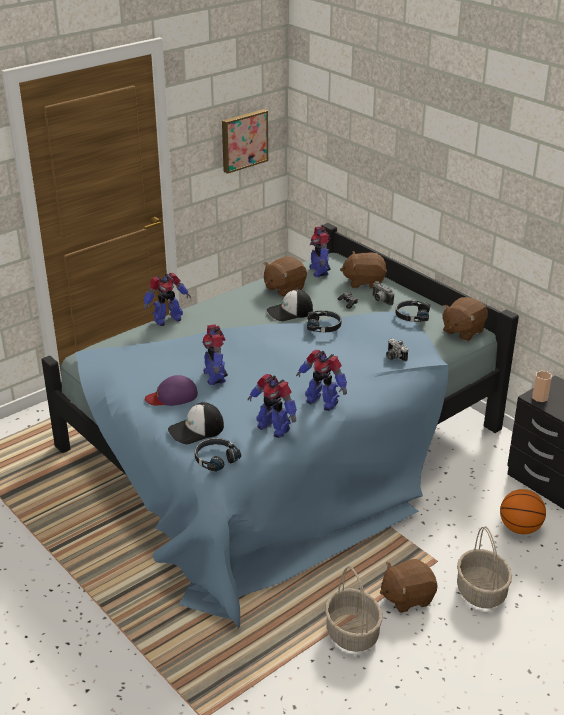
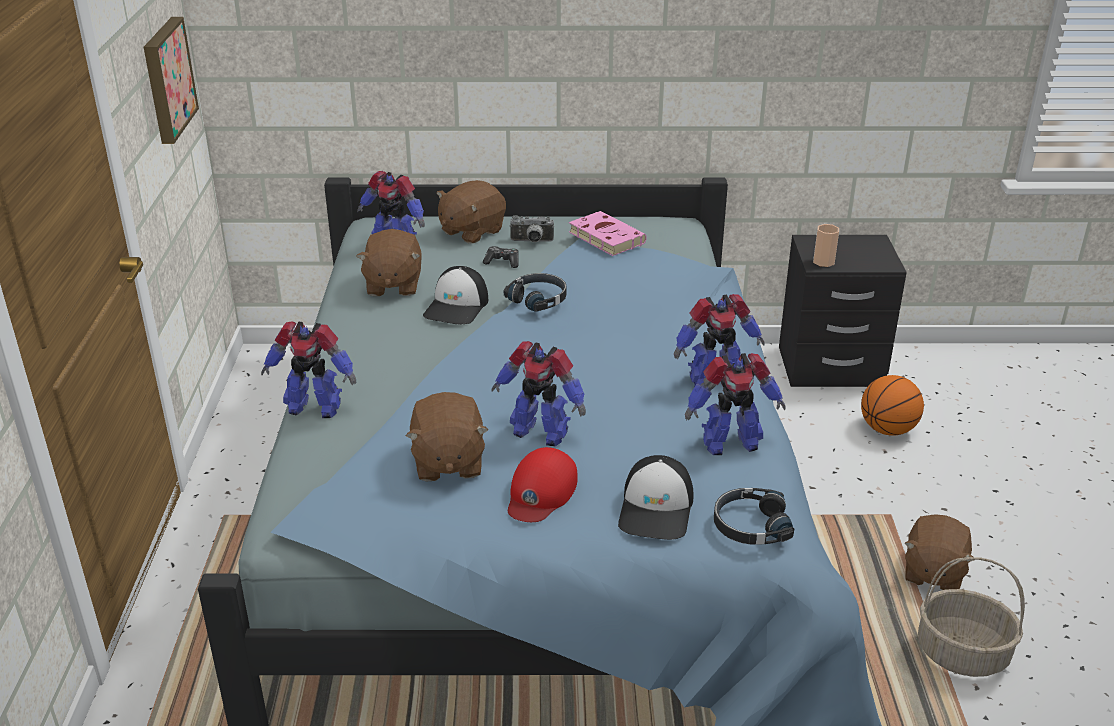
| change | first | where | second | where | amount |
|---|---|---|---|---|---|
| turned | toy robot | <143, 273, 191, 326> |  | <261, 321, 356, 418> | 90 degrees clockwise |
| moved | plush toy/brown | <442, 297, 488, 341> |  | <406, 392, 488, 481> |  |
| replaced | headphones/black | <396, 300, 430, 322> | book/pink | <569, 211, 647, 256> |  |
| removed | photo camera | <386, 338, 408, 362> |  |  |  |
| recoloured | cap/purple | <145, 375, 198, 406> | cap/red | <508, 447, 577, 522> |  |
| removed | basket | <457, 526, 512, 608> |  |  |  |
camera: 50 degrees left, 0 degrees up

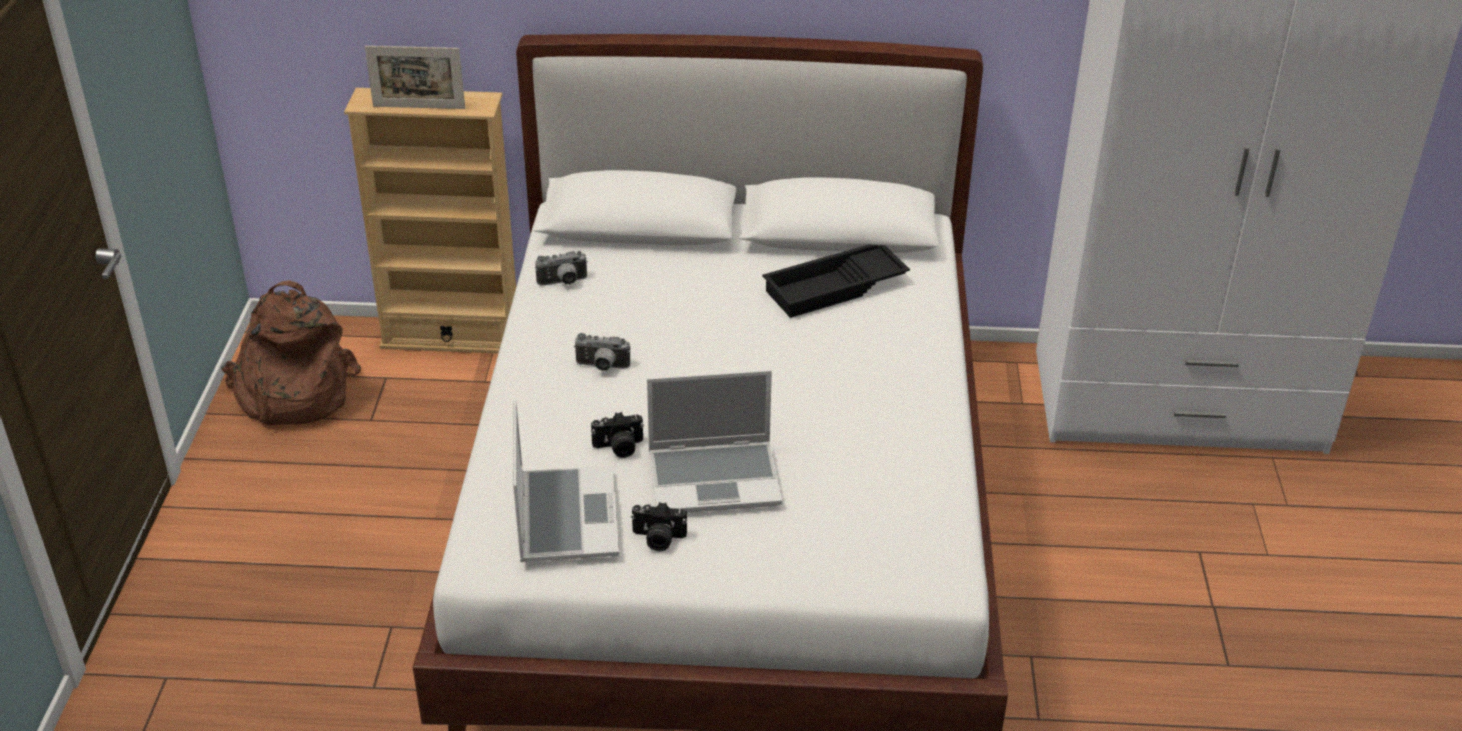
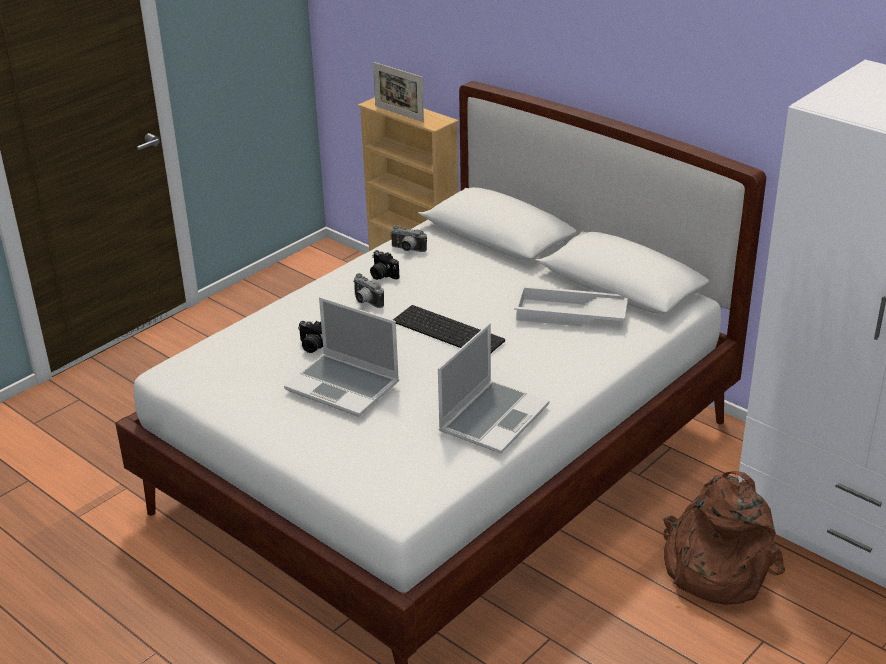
| change | first | where | second | where | amount |
|---|---|---|---|---|---|
| recoloured | tray/black | <762, 245, 910, 318> | tray/white | <514, 286, 628, 326> |  |
| moved | backpack/brown | <221, 280, 361, 425> |  | <664, 471, 785, 605> |  |
| moved | laptop | <513, 400, 619, 562> |  | <438, 323, 549, 454> |  |
| moved | photo camera | <631, 502, 687, 551> |  | <370, 250, 400, 280> |  |
| added |  |  | keyboard | <393, 305, 505, 353> |  |
camera: 40 degrees right, 5 degrees down

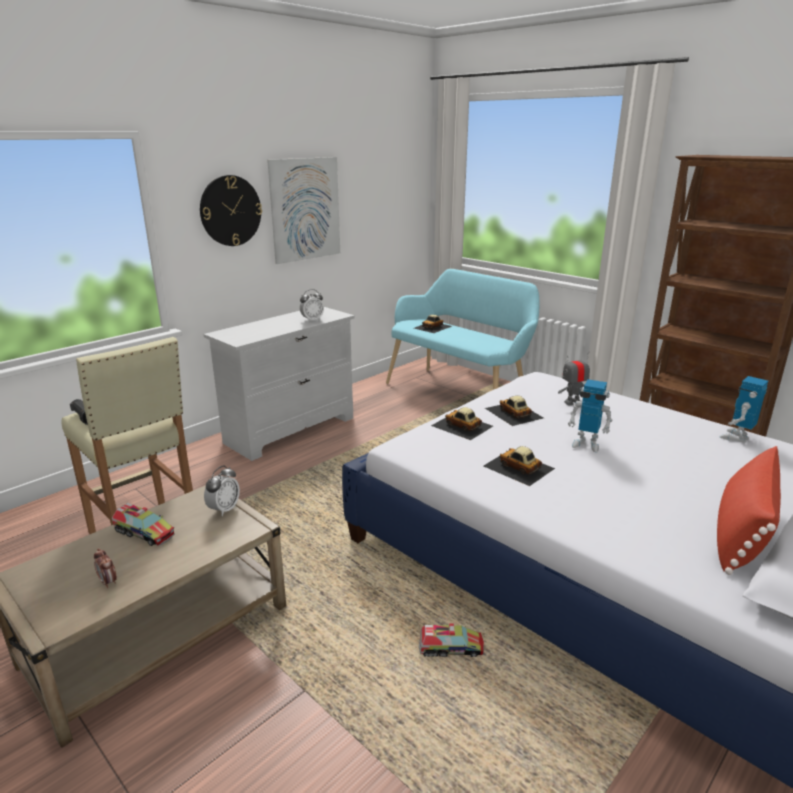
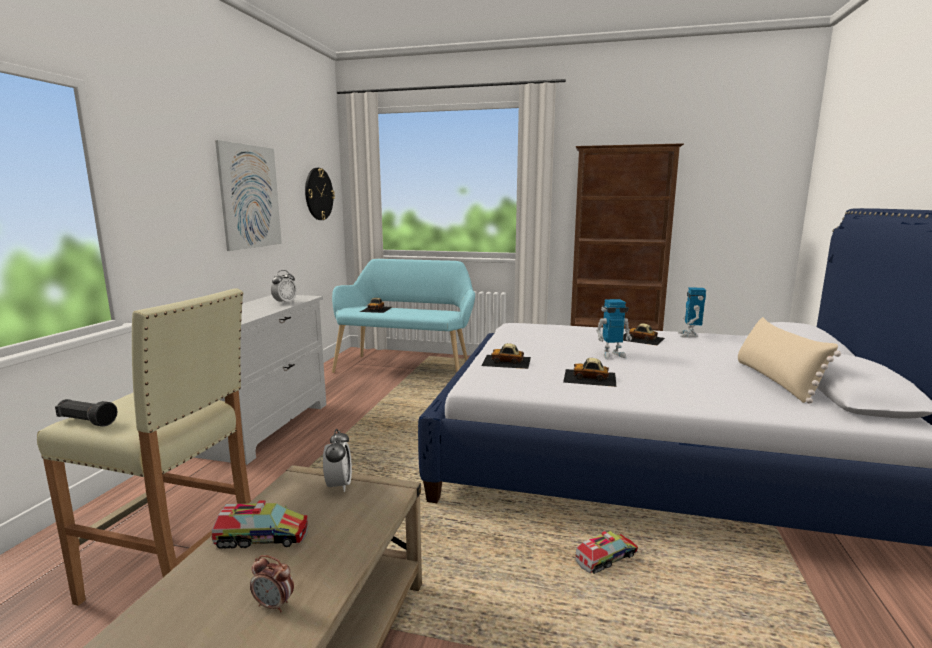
| change | first | where | second | where | amount |
|---|---|---|---|---|---|
| moved | wall clock | <200, 175, 262, 246> |  | <305, 168, 335, 220> |  |
| removed | toy robot | <558, 351, 590, 406> |  |  |  |
| moved | toy car | <485, 396, 543, 426> |  | <623, 323, 665, 345> |  |
| recoloured | pillow/red | <717, 446, 781, 575> | pillow/beige | <738, 317, 841, 403> |  |
camera: 30 degrees left, 10 degrees down

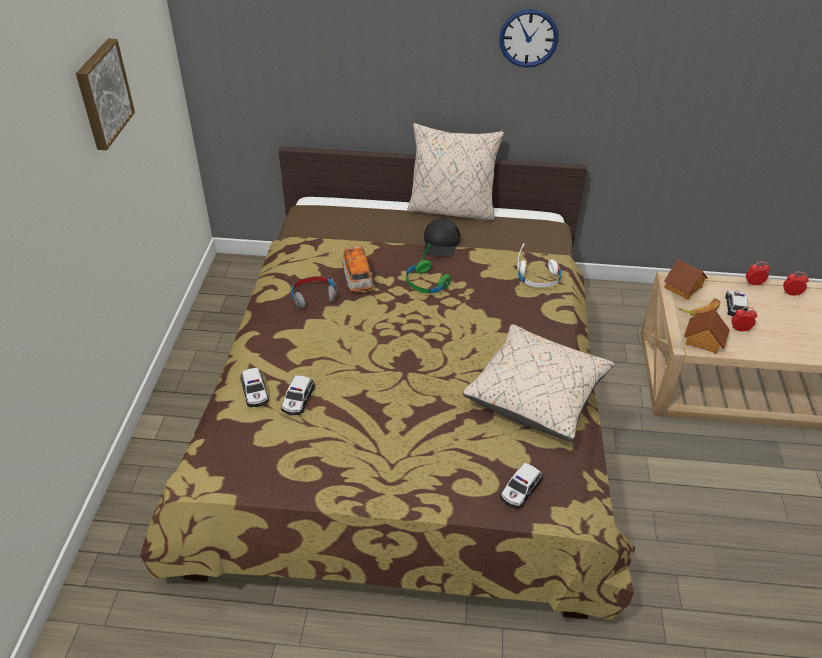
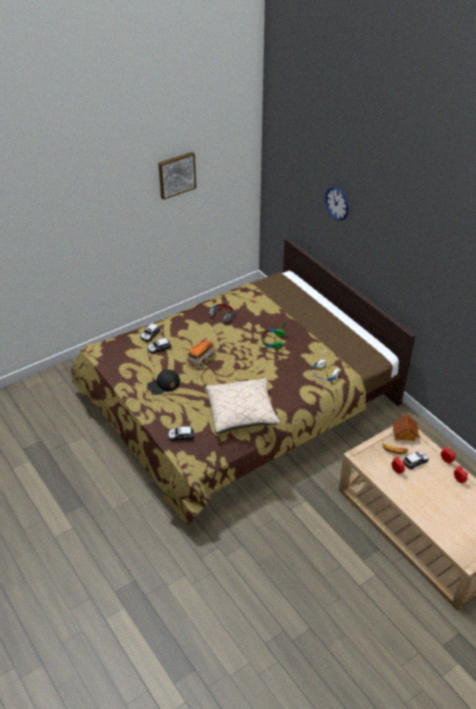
| change | first | where | second | where | amount |
|---|---|---|---|---|---|
| moved | wall clock | <499, 9, 558, 68> |  | <325, 187, 349, 221> |  |
| removed | pillow/beige | <408, 123, 504, 221> |  |  |  |
| moved | cap/black | <424, 218, 461, 257> |  | <147, 369, 180, 395> |  |
| moved | toy car | <342, 246, 373, 292> |  | <187, 339, 215, 366> |  |
| removed | toy house | <684, 309, 730, 354> |  |  |  |
camera: 50 degrees right, 0 degrees up

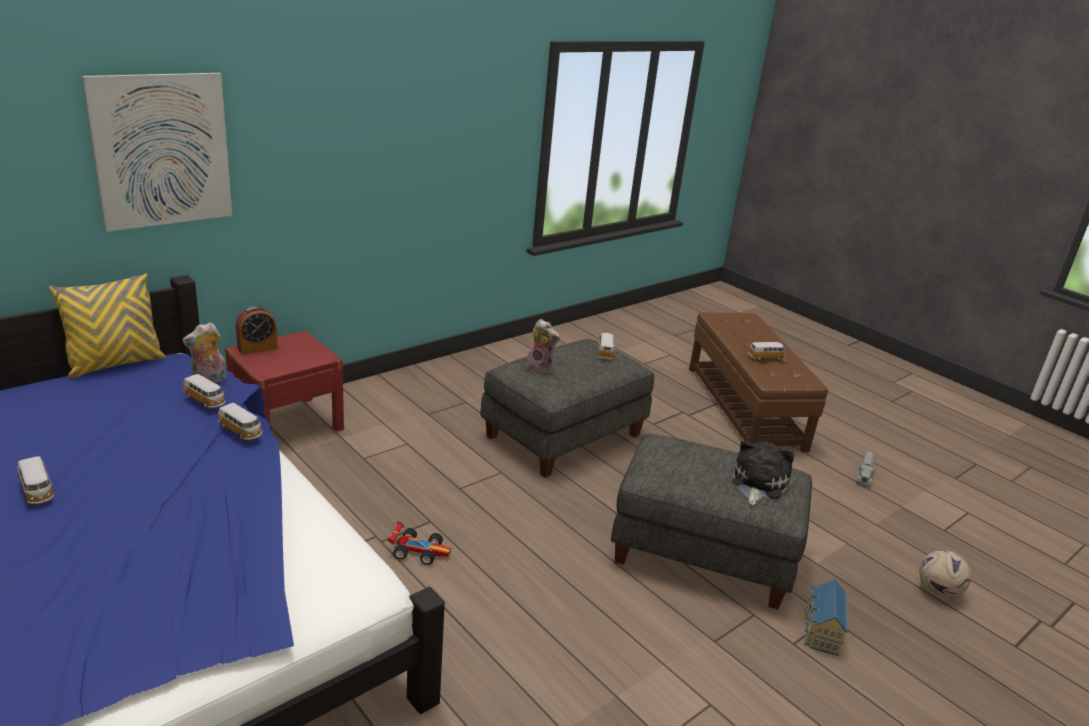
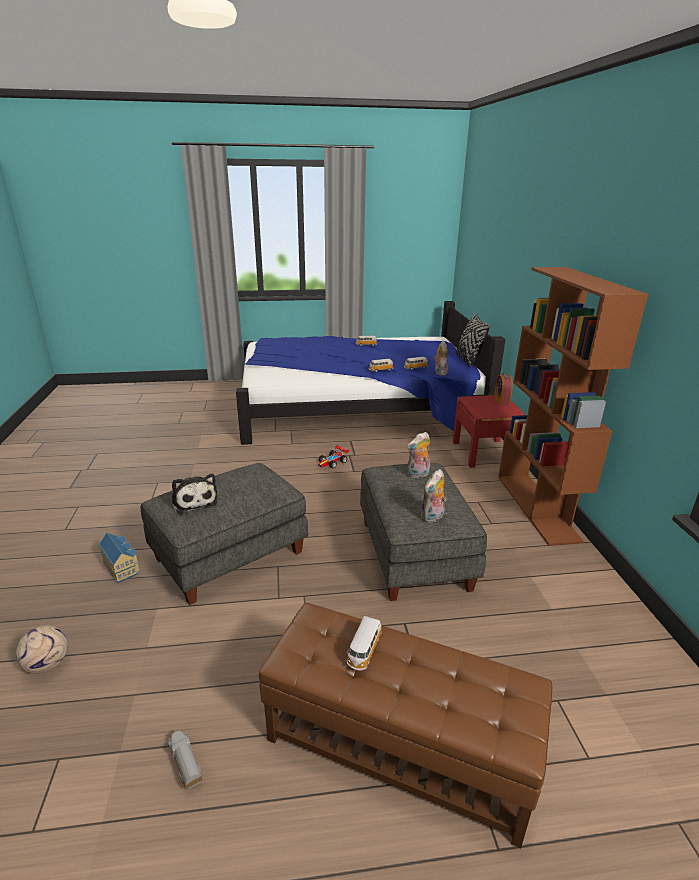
| change | first | where | second | where | amount |
|---|---|---|---|---|---|
| removed | picture | <82, 73, 233, 232> |  |  |  |
| recoloured | pillow/yellow | <49, 273, 166, 379> | pillow/black | <456, 313, 490, 367> |  |
| replaced | toy car | <598, 333, 614, 359> | plush toy | <420, 469, 447, 523> |  |
| added |  |  | bookcase/brown | <498, 267, 648, 546> |  |
camera: 125 degrees right, 0 degrees up

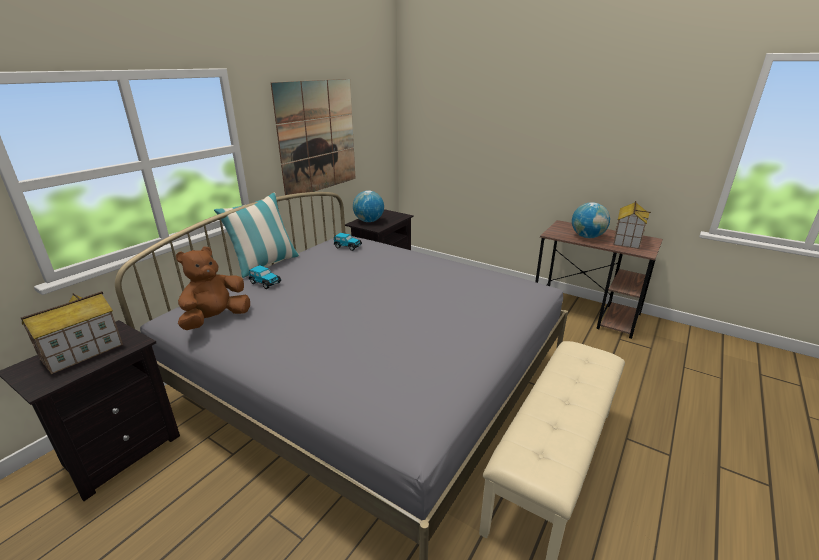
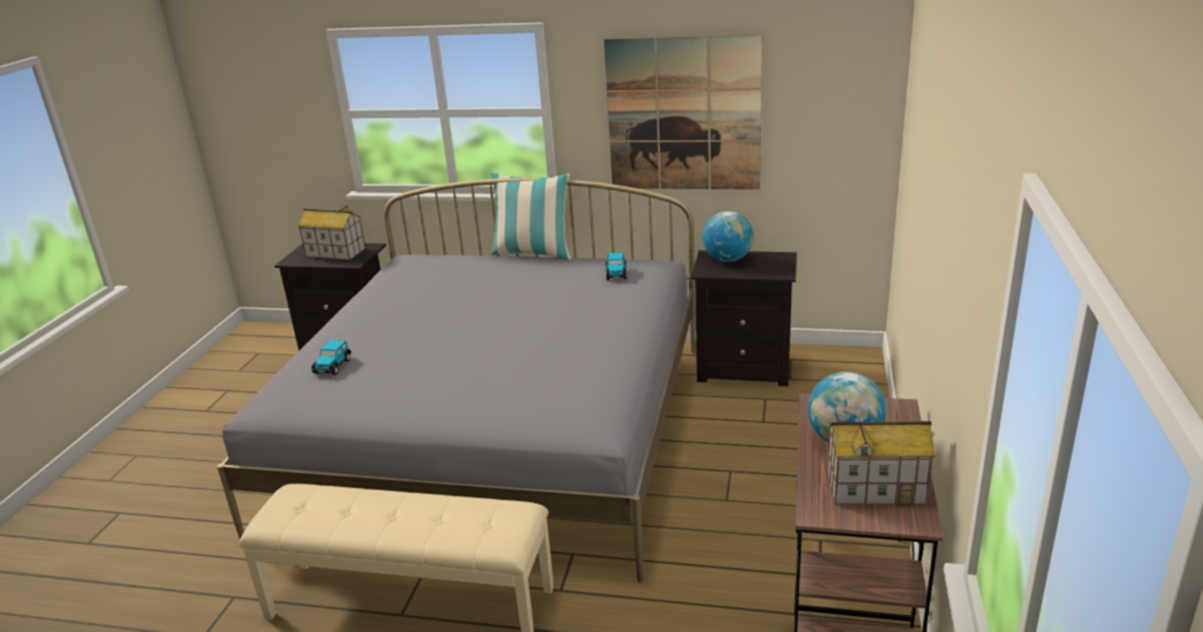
| change | first | where | second | where | amount |
|---|---|---|---|---|---|
| removed | plush toy/brown | <176, 247, 250, 330> |  |  |  |
| moved | toy car | <249, 265, 281, 289> |  | <312, 340, 351, 375> |  |
camera: 70 degrees right, 0 degrees up

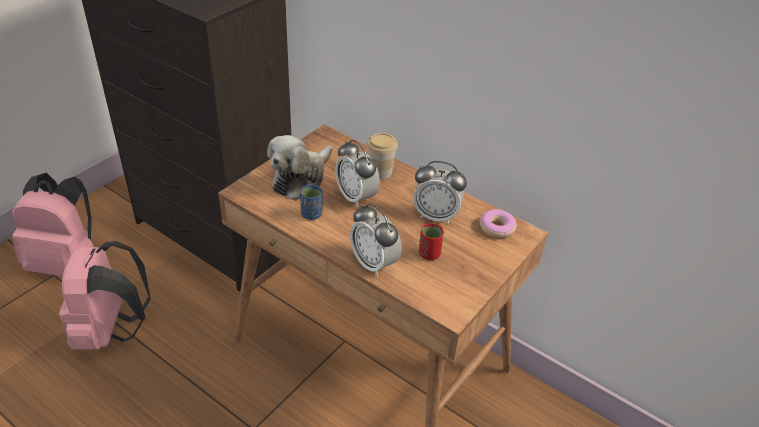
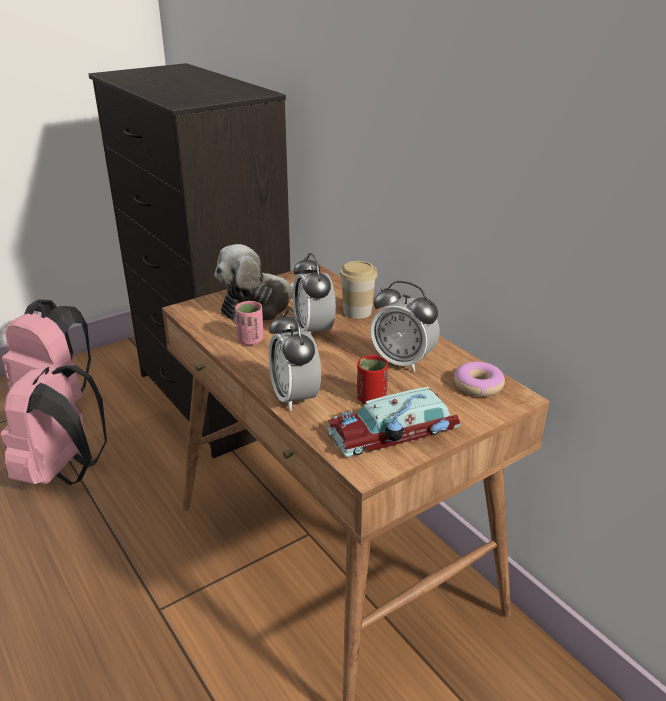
| change | first | where | second | where | amount |
|---|---|---|---|---|---|
| recoloured | cup/blue | <300, 184, 322, 220> | cup/pink | <235, 301, 263, 345> |  |
| added |  |  | toy car | <327, 387, 461, 457> |  |
camera: 20 degrees right, 10 degrees down

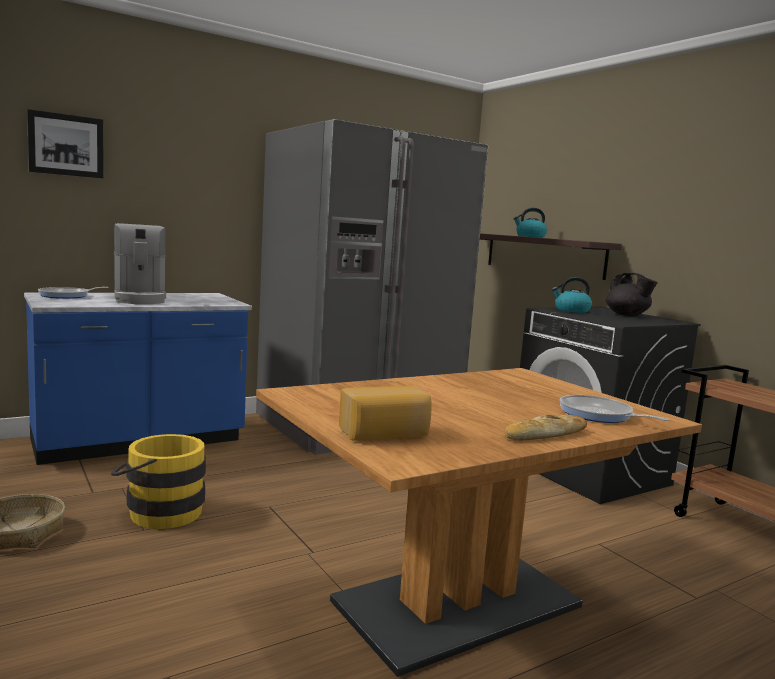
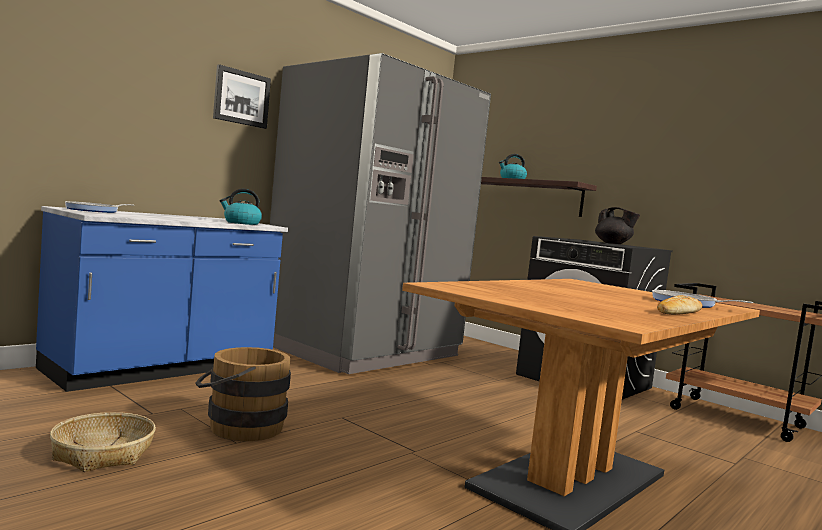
| change | first | where | second | where | amount |
|---|---|---|---|---|---|
| moved | picture | <27, 109, 104, 179> |  | <213, 64, 271, 129> |  |
| removed | coffee machine | <114, 223, 166, 304> |  |  |  |
| moved | kettle | <552, 277, 592, 313> |  | <219, 189, 262, 225> |  |
| removed | bread | <339, 386, 432, 441> |  |  |  |
| recoloured | bucket/yellow | <111, 434, 206, 529> | bucket/brown | <195, 347, 291, 441> |  |
camera: 15 degrees left, 5 degrees down

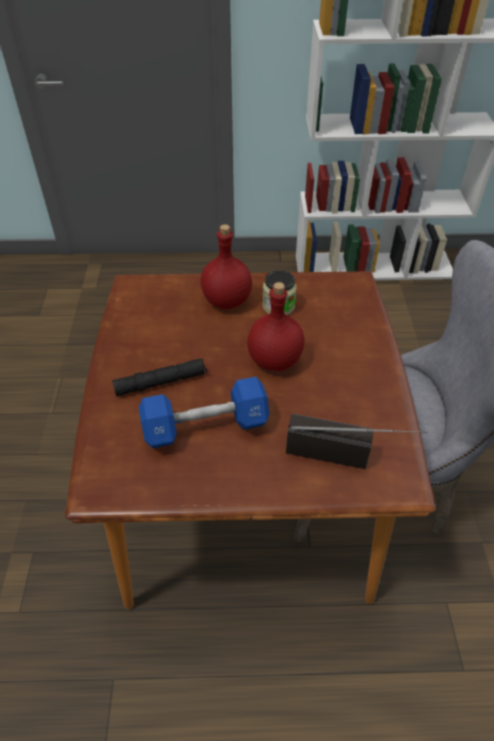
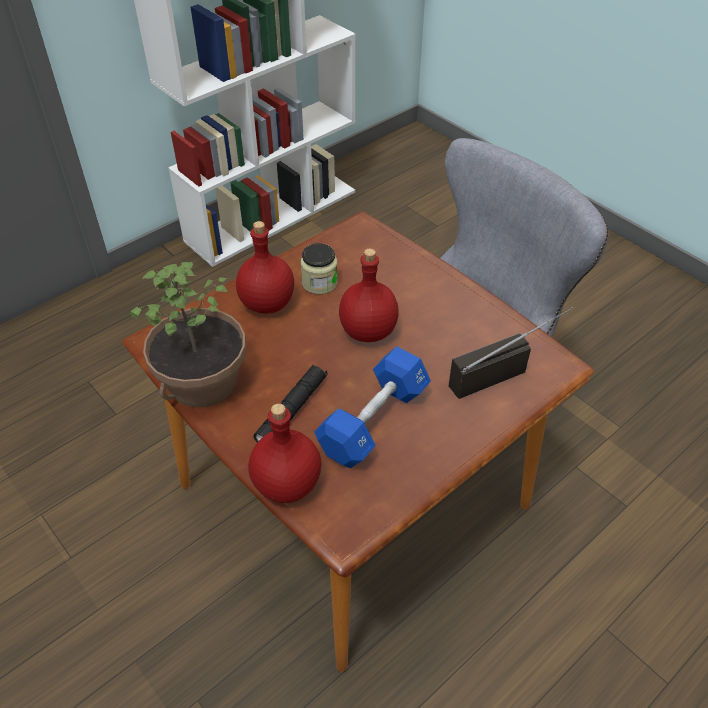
| change | first | where | second | where | amount |
|---|---|---|---|---|---|
| added |  |  | potted plant | <130, 262, 246, 407> |  |
| added |  |  | bottle/red | <248, 403, 322, 503> |  |
camera: 40 degrees left, 0 degrees up

